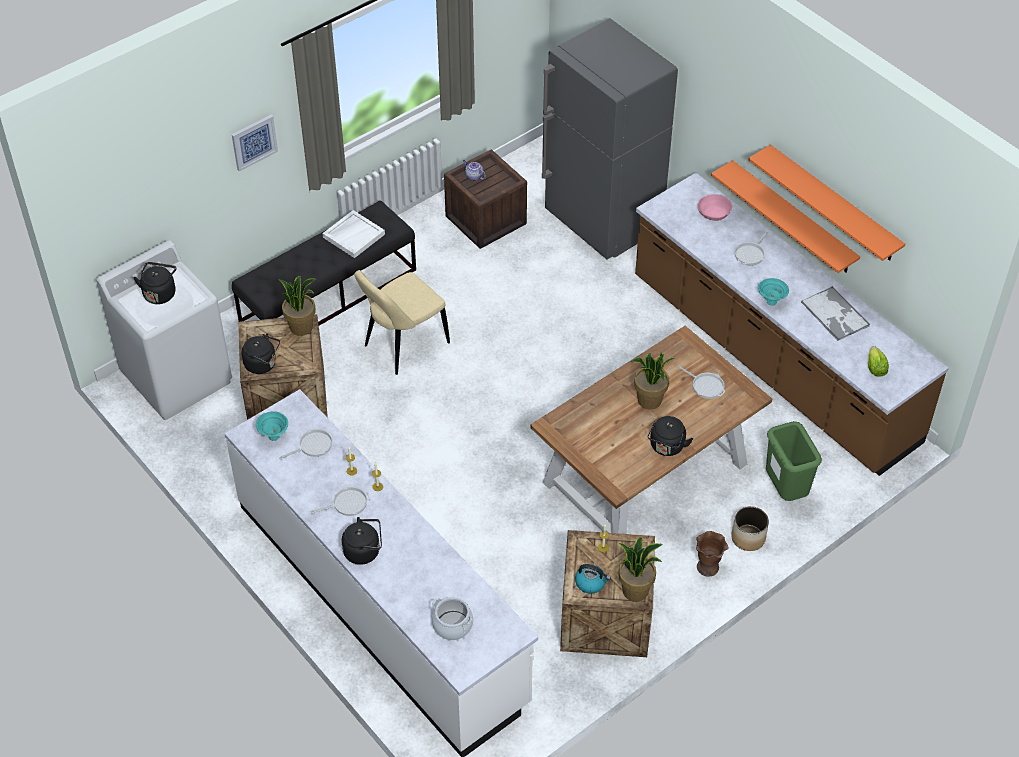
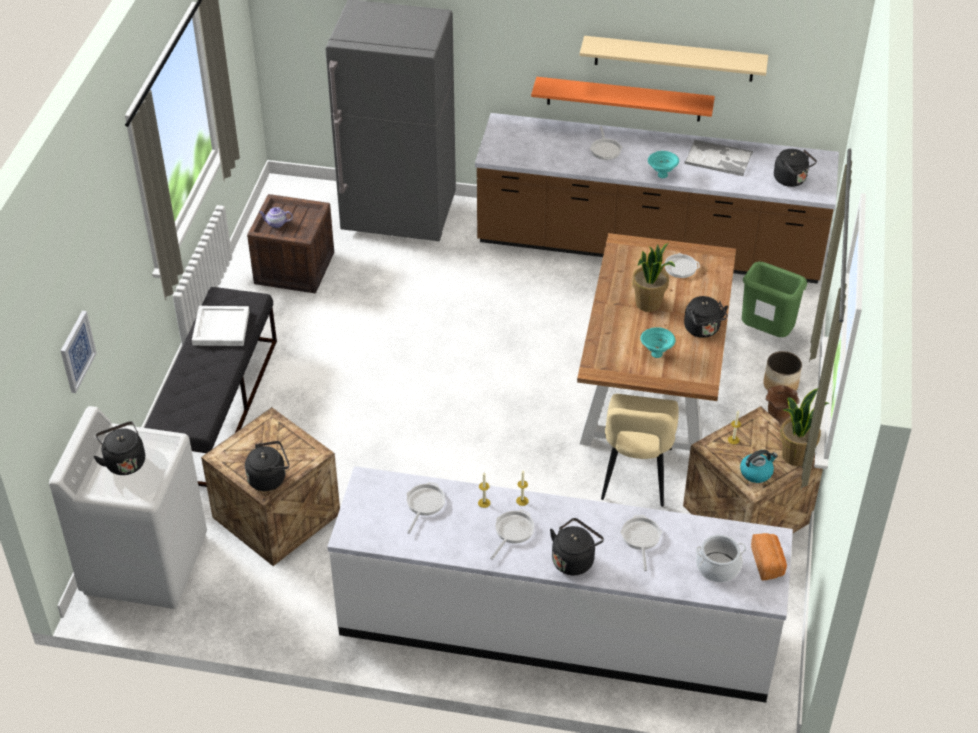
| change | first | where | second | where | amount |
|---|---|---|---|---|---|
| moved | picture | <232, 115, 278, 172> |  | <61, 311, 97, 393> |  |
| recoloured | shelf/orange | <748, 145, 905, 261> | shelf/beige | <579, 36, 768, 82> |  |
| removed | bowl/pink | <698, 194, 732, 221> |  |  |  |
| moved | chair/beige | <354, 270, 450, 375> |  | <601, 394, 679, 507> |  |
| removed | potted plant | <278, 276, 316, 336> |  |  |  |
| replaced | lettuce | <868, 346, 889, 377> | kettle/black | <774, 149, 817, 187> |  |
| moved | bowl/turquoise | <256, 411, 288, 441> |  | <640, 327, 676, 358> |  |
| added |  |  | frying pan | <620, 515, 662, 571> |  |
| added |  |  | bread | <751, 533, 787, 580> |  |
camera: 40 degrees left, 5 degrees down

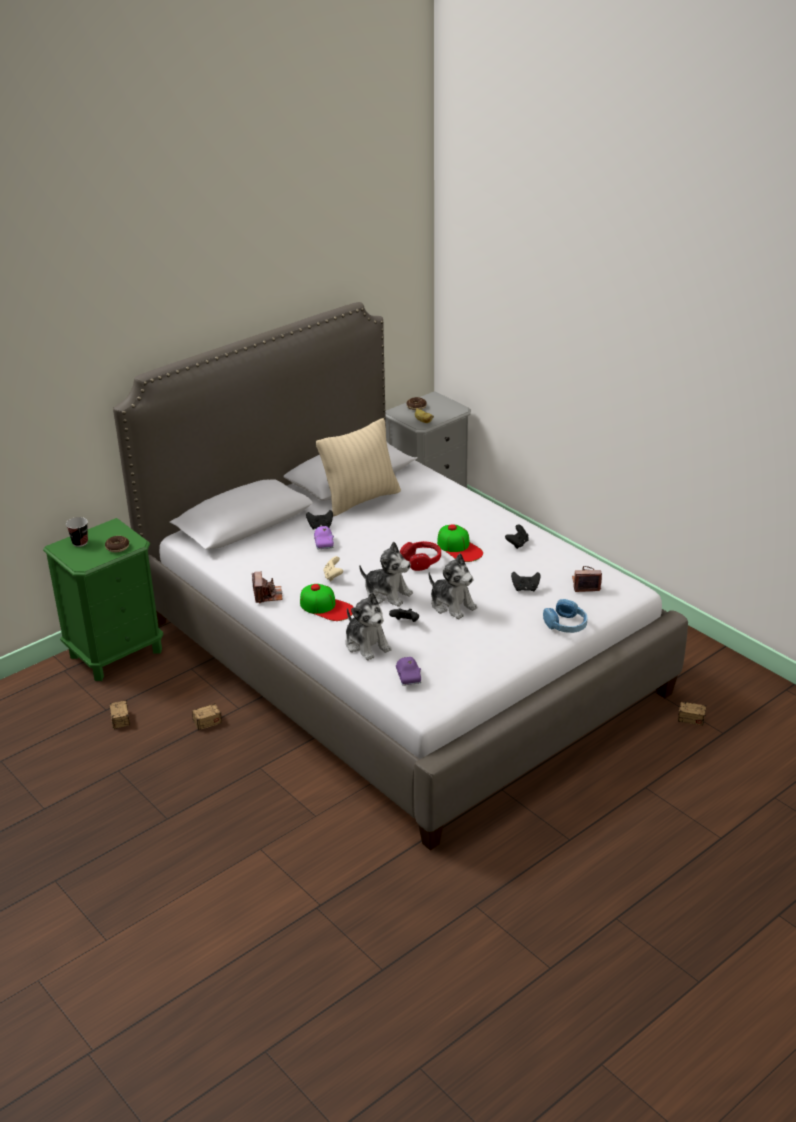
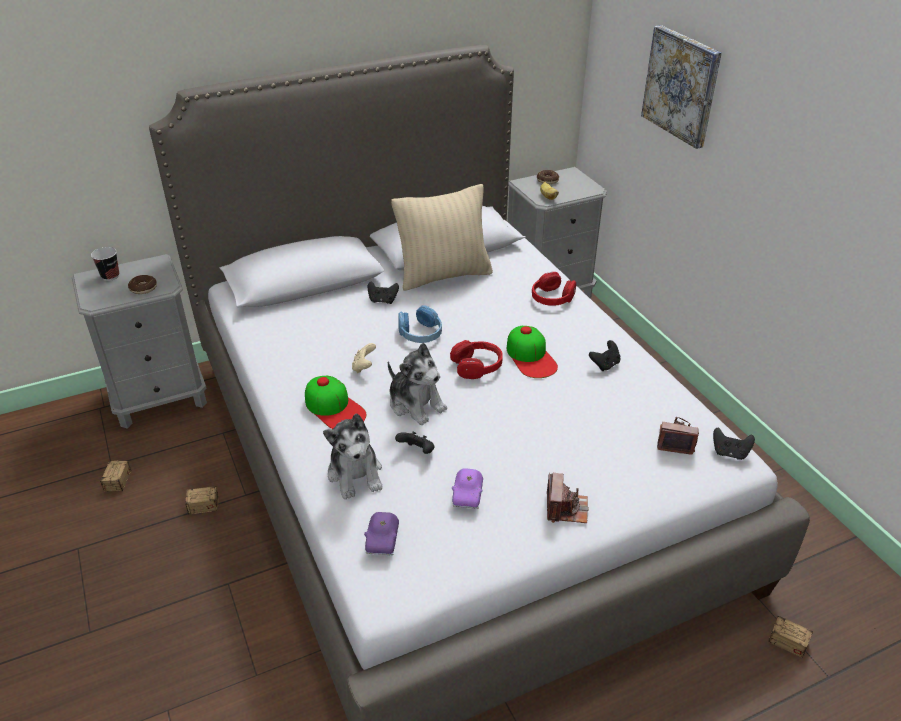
| change | first | where | second | where | amount |
|---|---|---|---|---|---|
| recoloured | nightstand/green | <43, 518, 163, 681> | nightstand/grey | <72, 254, 207, 429> |  |
| moved | toy car/purple | <314, 526, 334, 549> |  | <452, 468, 483, 509> |  |
| removed | plush toy | <429, 554, 478, 619> |  |  |  |
| moved | photo camera | <252, 572, 282, 603> |  | <547, 473, 589, 523> |  |
| moved | game controller/black | <511, 572, 541, 592> |  | <713, 427, 755, 460> |  |
| moved | headphones/blue | <543, 599, 587, 633> |  | <398, 305, 442, 343> |  |
| added |  |  | picture | <641, 25, 722, 149> |  |
| added |  |  | headphones/red | <532, 272, 576, 306> |  |
camera: 15 degrees right, 5 degrees up

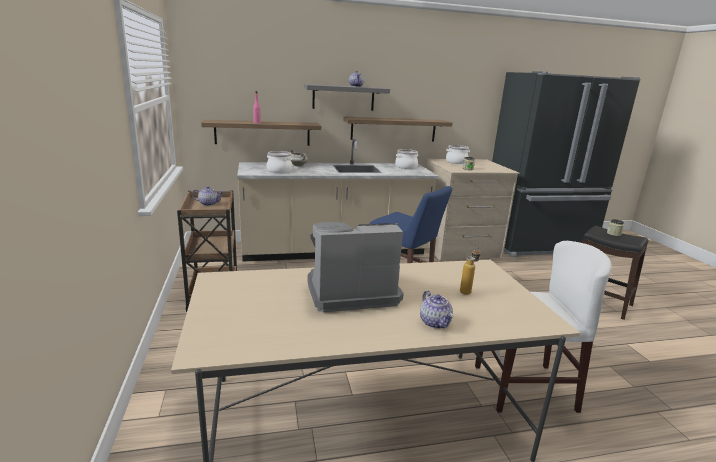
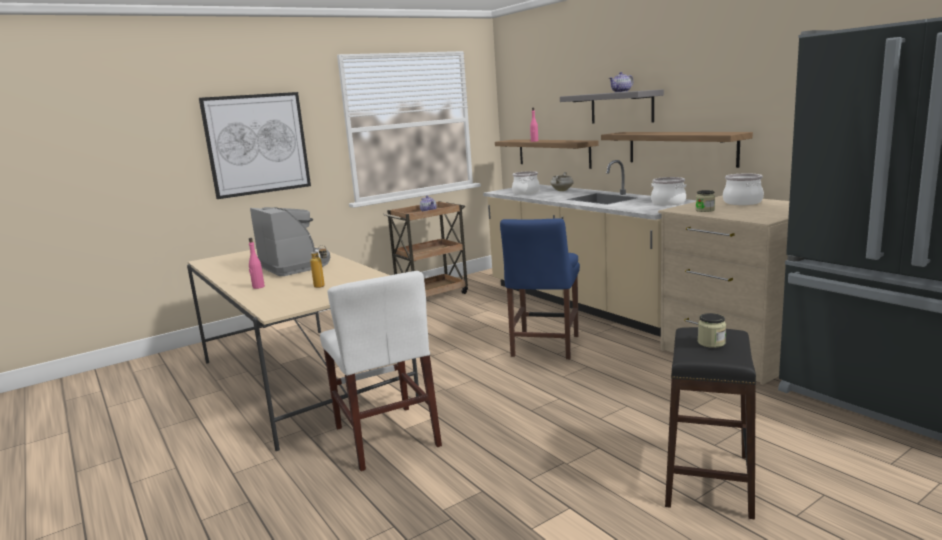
| change | first | where | second | where | amount |
|---|---|---|---|---|---|
| replaced | teapot | <420, 290, 453, 329> | bottle/pink | <249, 238, 265, 289> |  |
| added |  |  | picture | <199, 92, 311, 199> |  |
camera: 70 degrees right, 5 degrees down

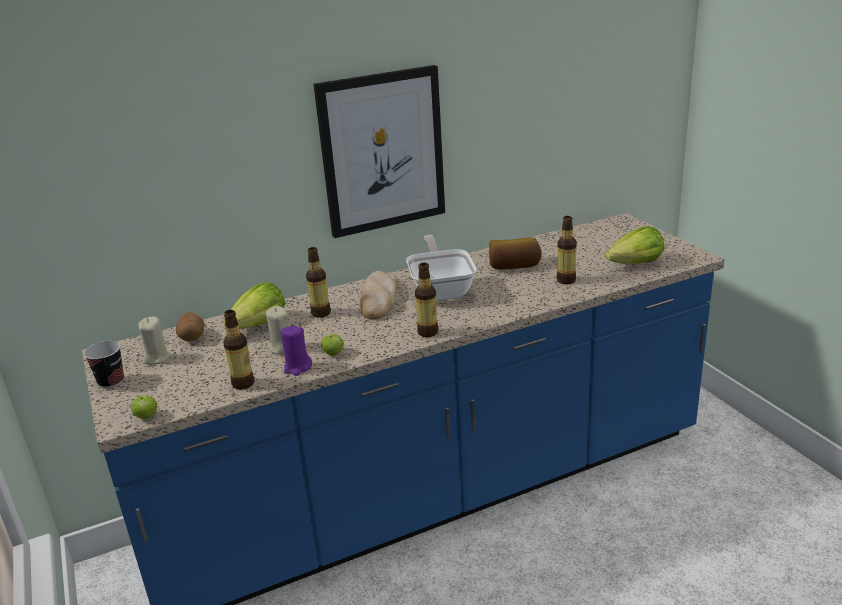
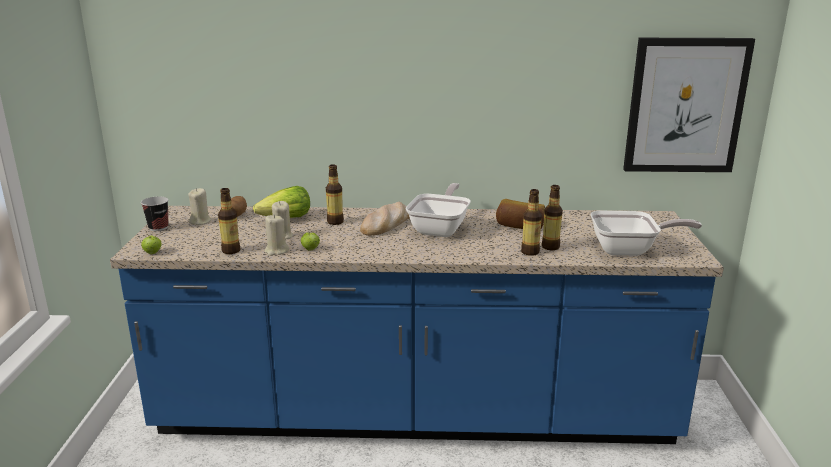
| change | first | where | second | where | amount |
|---|---|---|---|---|---|
| moved | picture | <314, 65, 445, 238> |  | <623, 38, 755, 172> |  |
| replaced | lettuce | <605, 226, 665, 264> | frying pan | <591, 211, 702, 256> |  |
| moved | bottle | <415, 263, 439, 337> |  | <521, 189, 542, 256> |  |
| recoloured | candle/purple | <280, 326, 312, 376> | candle/beige | <265, 215, 289, 256> |  |
camera: 25 degrees right, 5 degrees down

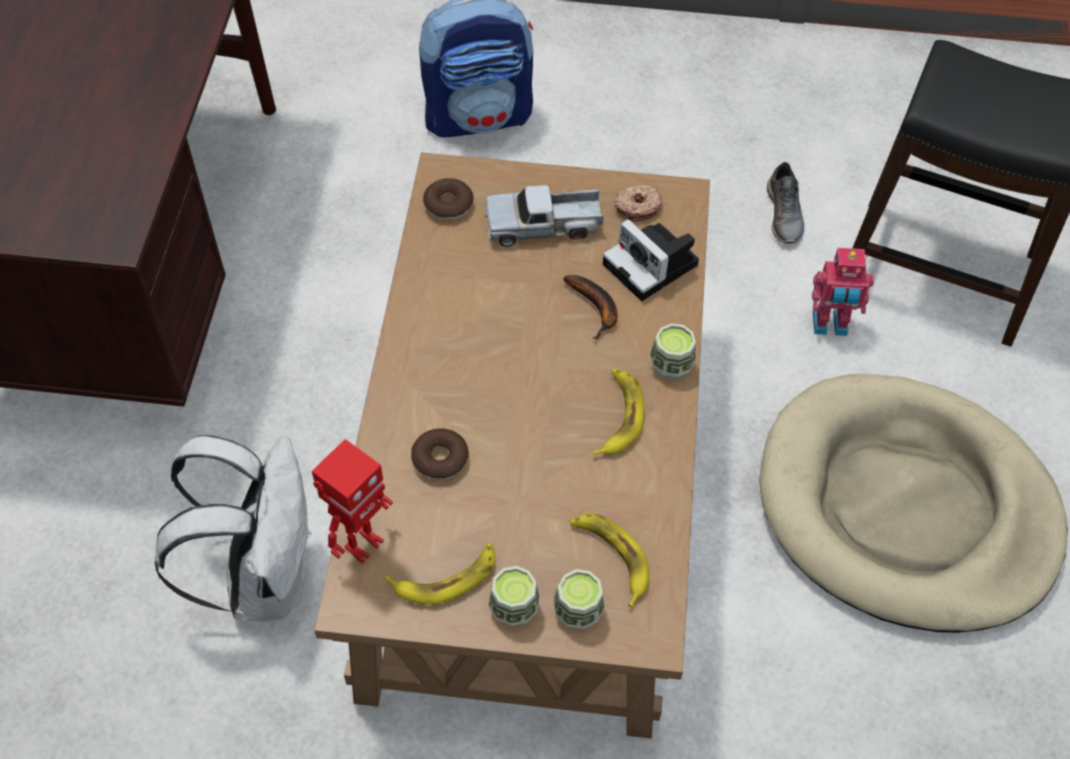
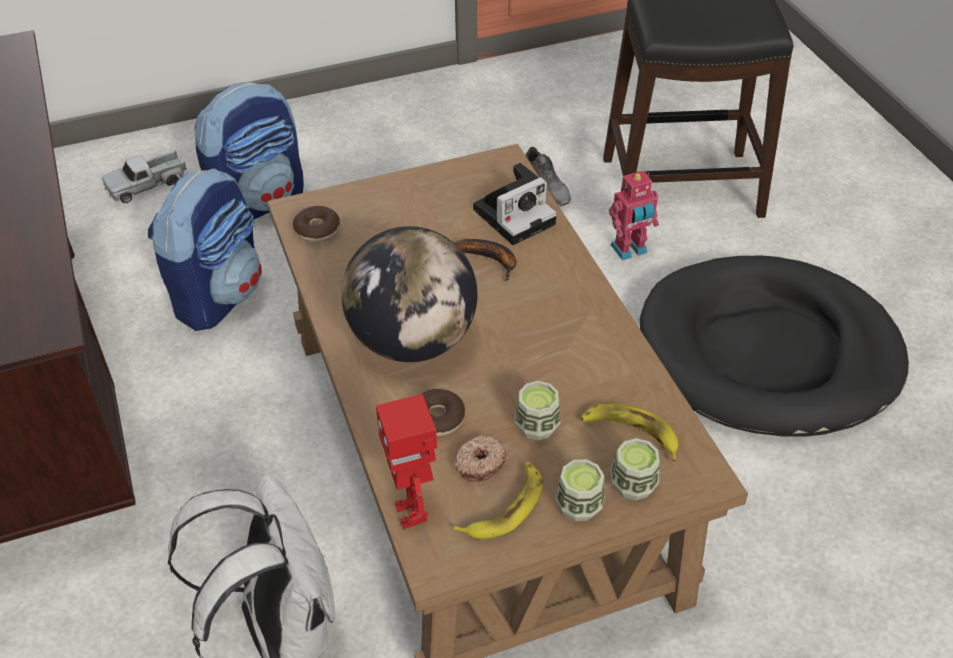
| change | first | where | second | where | amount |
|---|---|---|---|---|---|
| moved | toy truck | <485, 185, 604, 247> |  | <102, 150, 186, 203> |  |
| moved | donut | <614, 185, 662, 221> |  | <454, 434, 507, 482> |  |
| turned | photo camera | <603, 219, 699, 301> |  | <473, 163, 557, 245> | 60 degrees counterclockwise |
| moved | cup | <650, 323, 696, 380> |  | <515, 381, 560, 441> |  |
| removed | banana | <593, 369, 644, 455> |  |  |  |
| recoloured | dog bed/beige | <759, 374, 1068, 633> | dog bed/black | <640, 256, 909, 437> |  |
| turned | toy robot | <312, 439, 393, 563> |  | <376, 394, 437, 530> | 150 degrees clockwise |
| added |  |  | backpack | <148, 168, 262, 331> |  |
| added |  |  | globe | <341, 226, 478, 362> |  |
camera: 25 degrees left, 10 degrees down

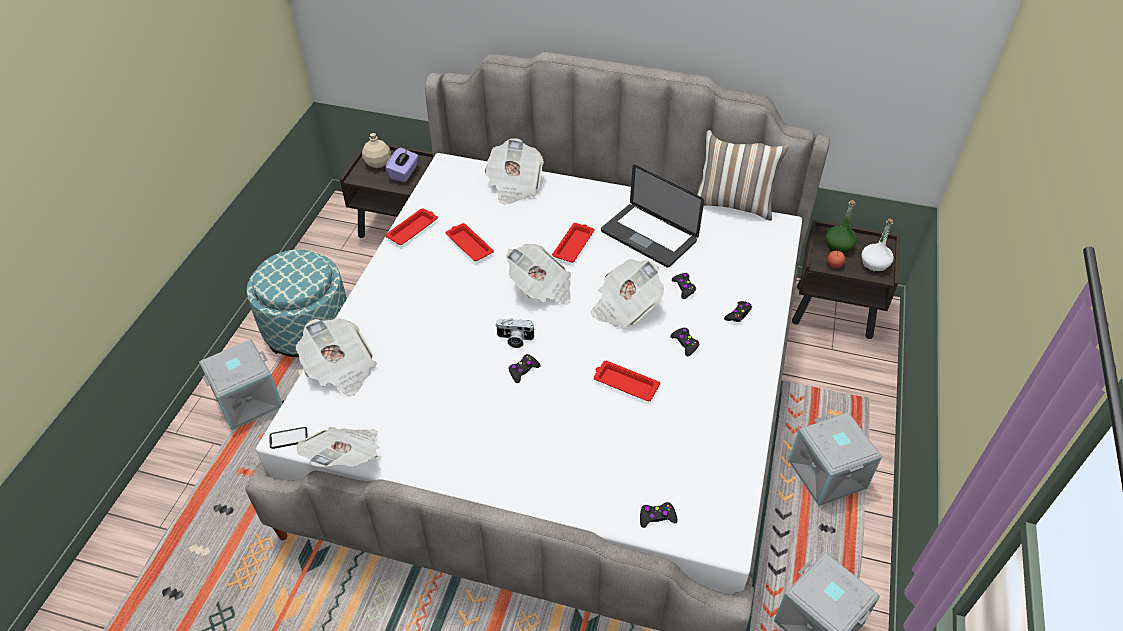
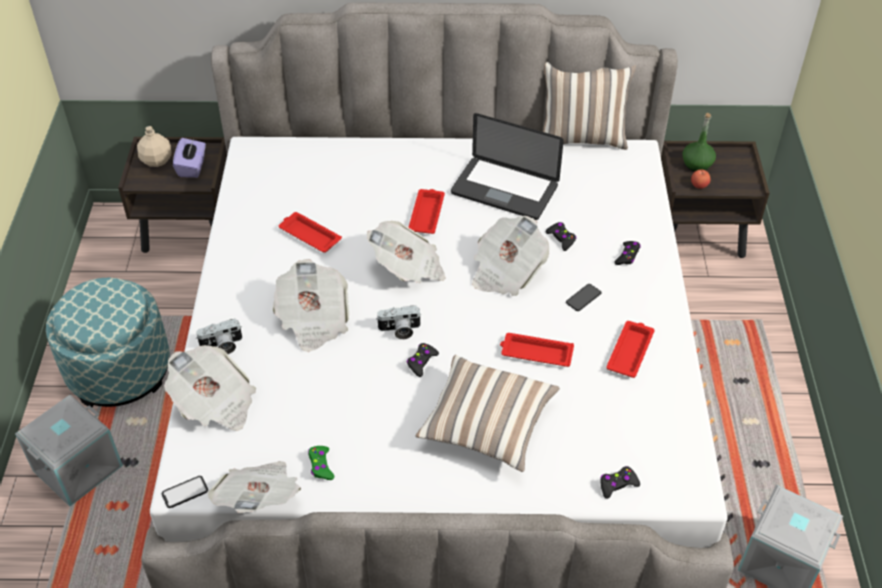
| change | first | where | second | where | amount |
|---|---|---|---|---|---|
| moved | newspaper | <485, 138, 544, 205> |  | <272, 259, 349, 352> |  |
| moved | tray/red | <385, 208, 438, 245> |  | <606, 321, 654, 378> |  |
| removed | bottle/white | <861, 219, 894, 272> |  |  |  |
| replaced | game controller/black | <670, 328, 699, 356> | phone | <566, 284, 601, 311> |  |
| removed | storage box/grey | <788, 412, 882, 506> |  |  |  |
| added |  |  | photo camera | <196, 319, 242, 354> |  |
| added |  |  | pillow | <416, 355, 560, 472> |  |
| added |  |  | game controller/green | <308, 446, 334, 480> |  |
camera: 15 degrees left, 0 degrees up

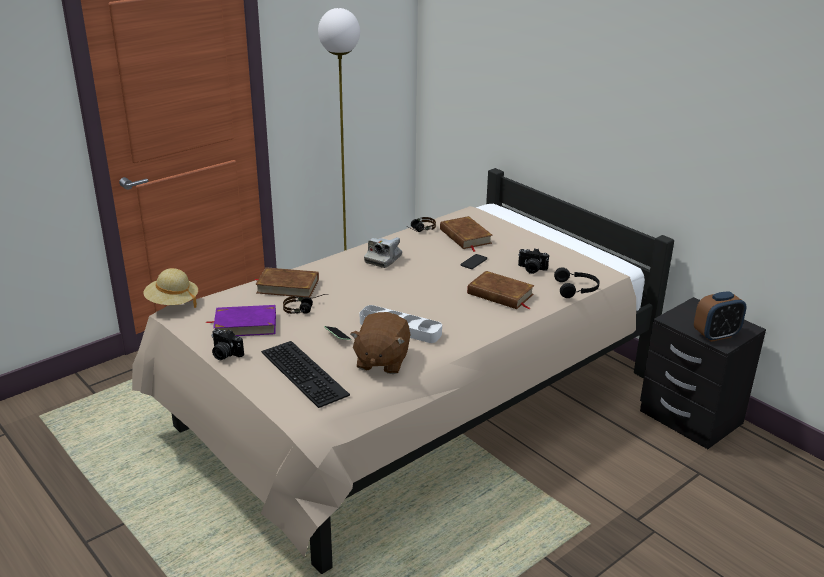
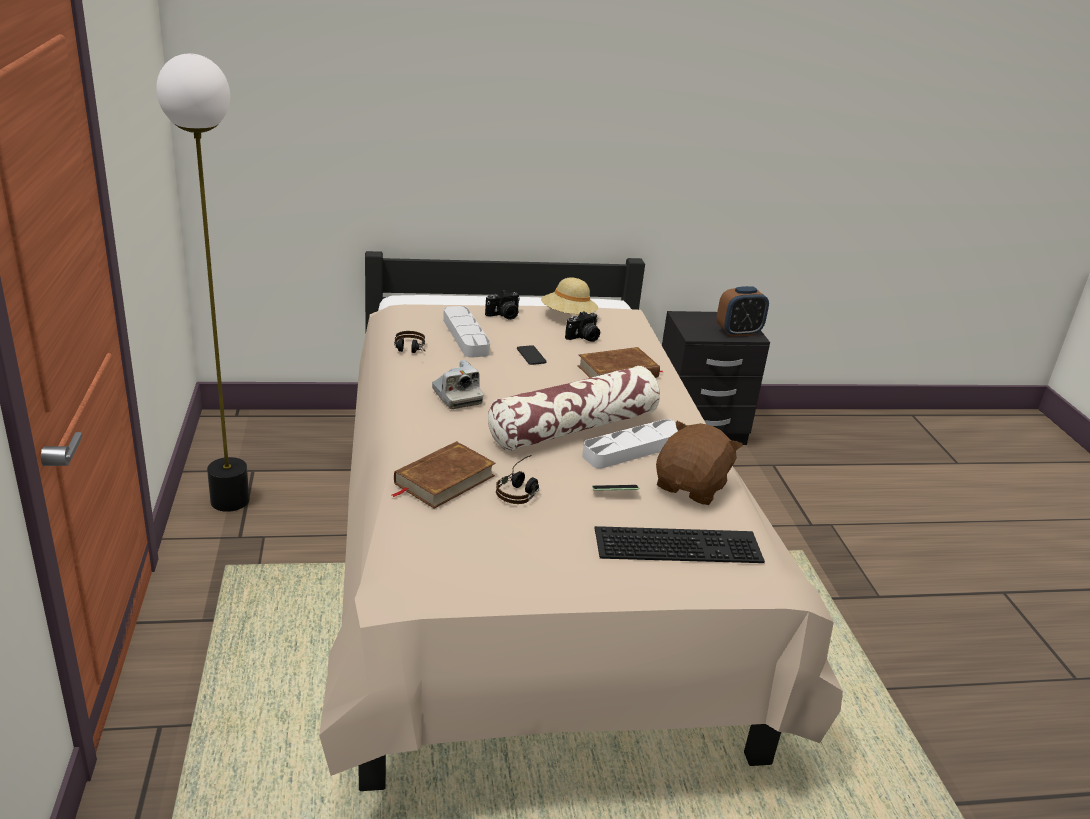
| change | first | where | second | where | amount |
|---|---|---|---|---|---|
| replaced | book/brown | <440, 216, 493, 252> | tray/grey | <443, 306, 490, 358> |  |
| removed | headphones/black | <554, 267, 600, 298> |  |  |  |
| moved | hat/beige | <143, 268, 198, 308> |  | <541, 278, 598, 314> |  |
| turned | alarm clock | <694, 292, 746, 342> |  | <717, 286, 769, 337> | 60 degrees clockwise |
| removed | book/purple | <206, 305, 276, 336> |  |  |  |
| turned | plush toy/brown | <350, 312, 410, 374> |  | <656, 421, 743, 505> | 105 degrees counterclockwise |
| moved | photo camera | <212, 329, 244, 360> |  | <485, 290, 520, 320> |  |
| added |  |  | pillow | <488, 366, 660, 451> |  |
camera: 60 degrees left, 0 degrees up

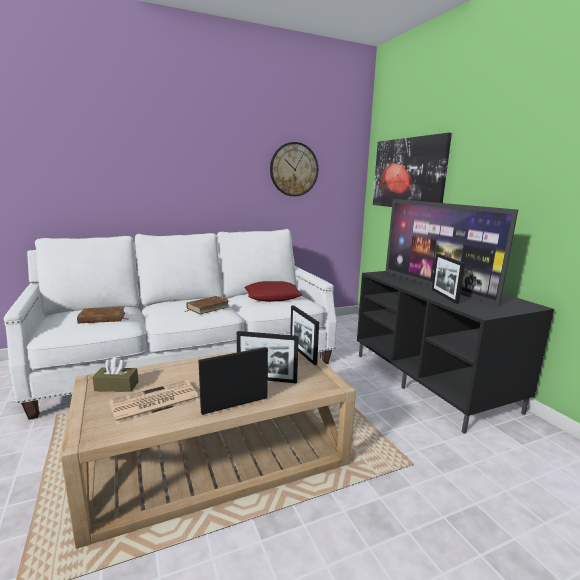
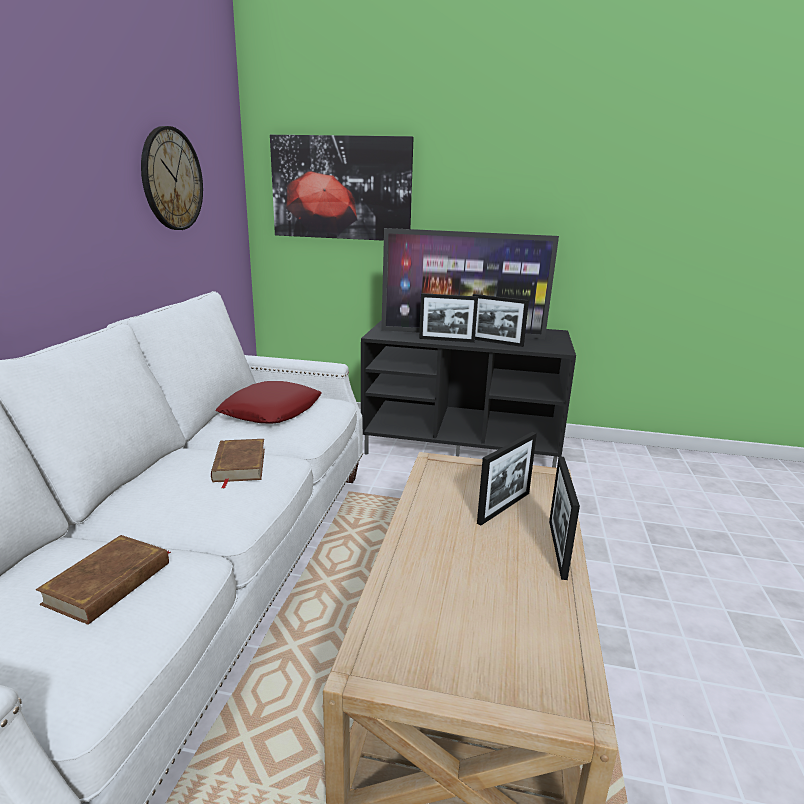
| change | first | where | second | where | amount |
|---|---|---|---|---|---|
| moved | picture frame | <290, 305, 319, 365> |  | <419, 293, 478, 343> |  |
| removed | tissue box/brown | <92, 357, 138, 392> |  |  |  |
| removed | newspaper | <109, 380, 200, 425> |  |  |  |
camera: 55 degrees left, 5 degrees up

